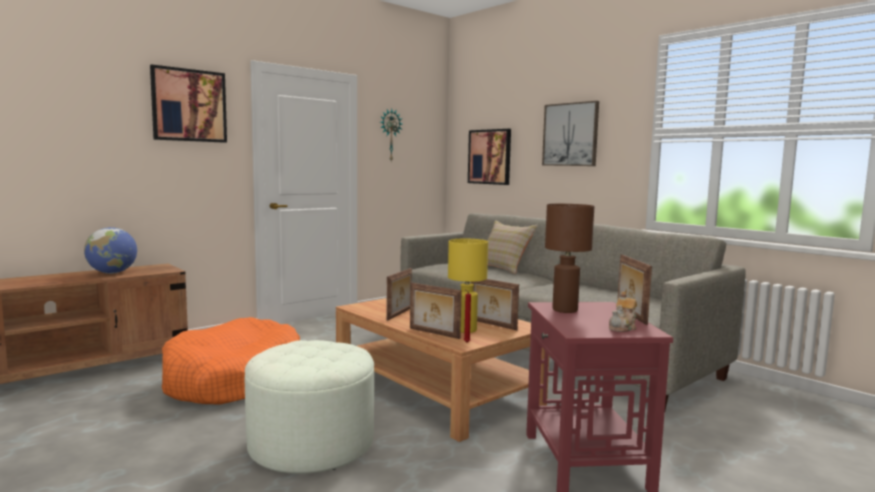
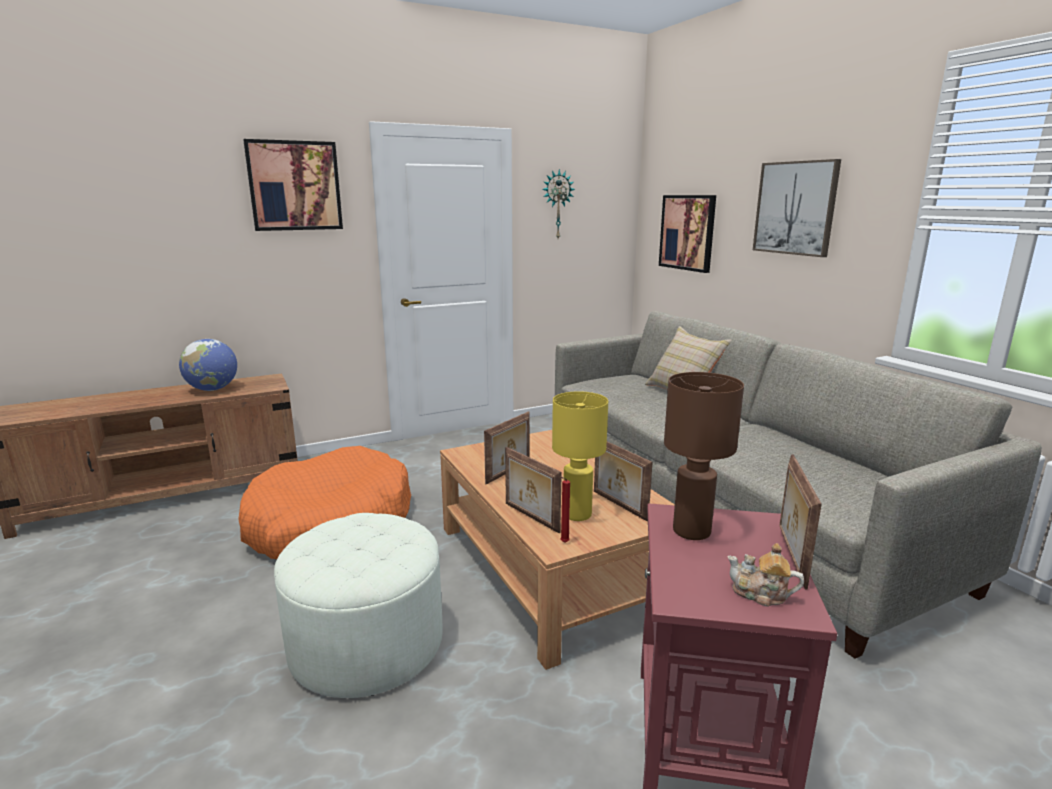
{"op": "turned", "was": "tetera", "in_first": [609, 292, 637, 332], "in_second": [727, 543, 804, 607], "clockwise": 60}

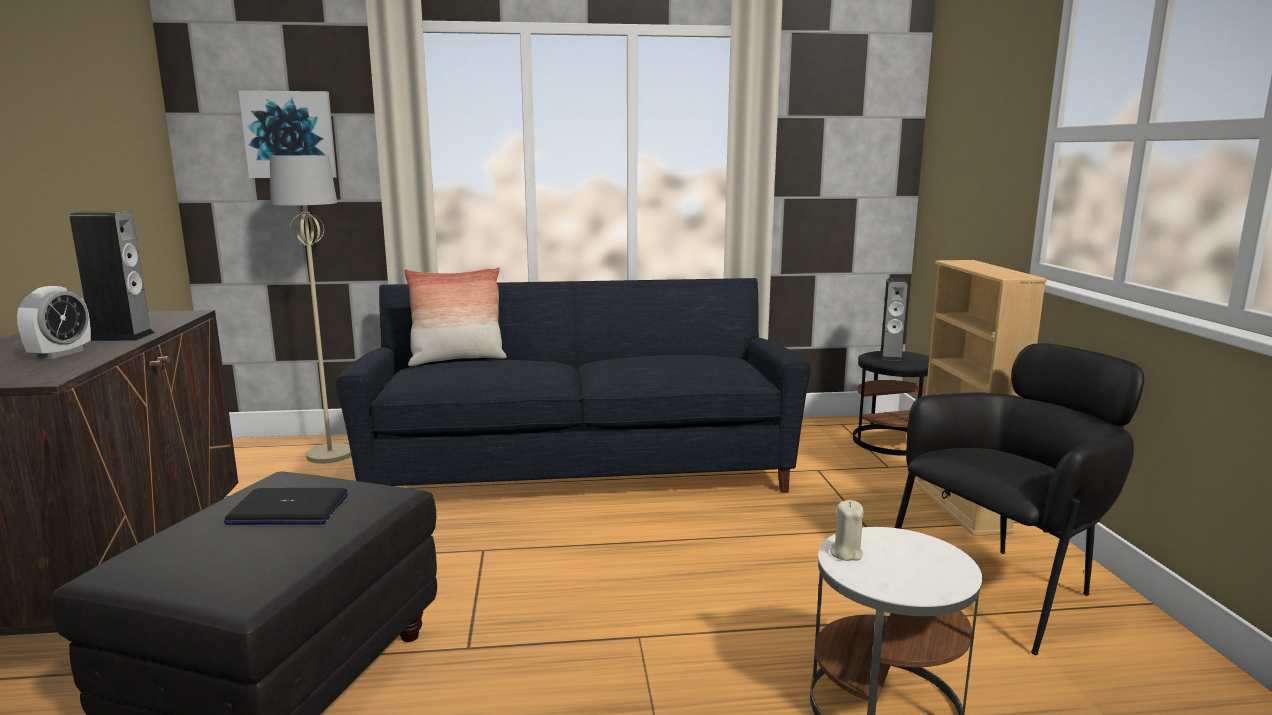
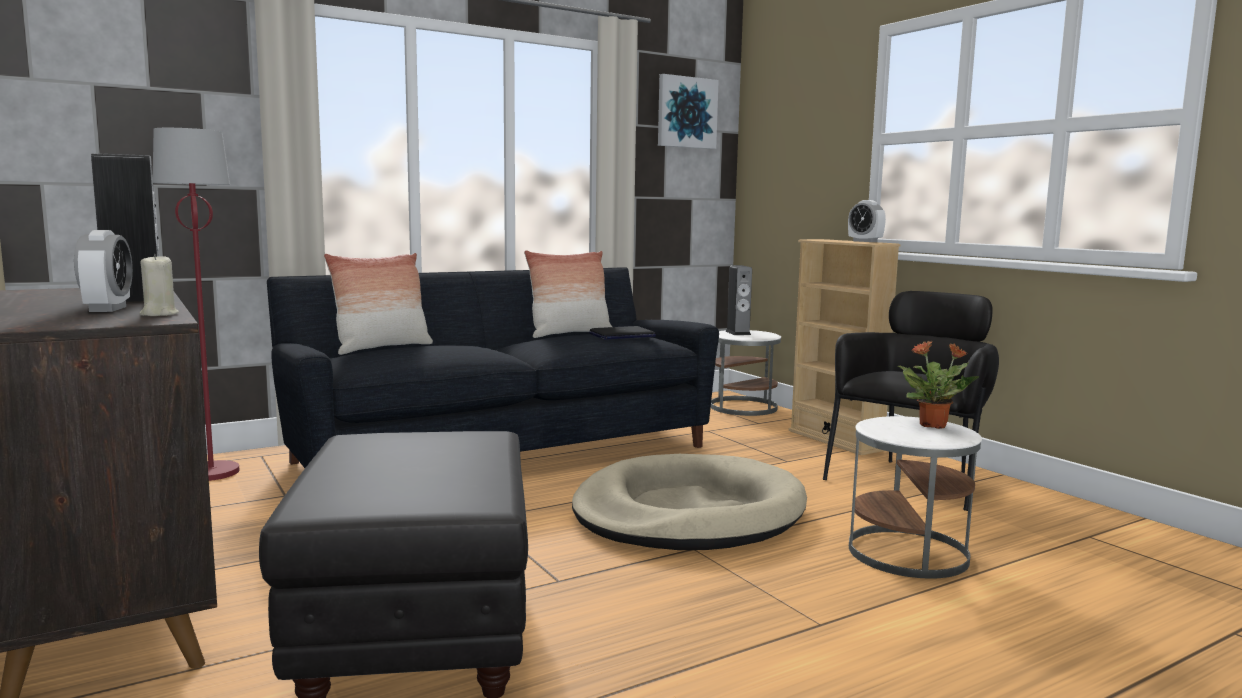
{"op": "added", "now": "cojín", "in_second": [524, 250, 612, 338]}
{"op": "added", "now": "cama para perro [beis]", "in_second": [572, 454, 807, 550]}
{"op": "added", "now": "despertador", "in_second": [848, 200, 886, 242]}
{"op": "added", "now": "planta en maceta", "in_second": [898, 340, 979, 429]}
{"op": "moved", "was": "portátil", "in_first": [224, 488, 348, 525], "in_second": [589, 326, 656, 340]}
{"op": "moved", "was": "cuadro", "in_first": [239, 91, 337, 178], "in_second": [658, 74, 719, 149]}
{"op": "moved", "was": "vela [beis]", "in_first": [830, 500, 863, 561], "in_second": [139, 254, 179, 316]}
{"op": "recoloured", "was": "lámpara de pie [beis]", "now": "lámpara de pie [rojo]", "in_first": [270, 155, 351, 464], "in_second": [153, 128, 239, 481]}
{"op": "recoloured", "was": "mesa auxiliar [negro]", "now": "mesa auxiliar [blanco]", "in_first": [853, 351, 929, 456], "in_second": [711, 330, 781, 416]}

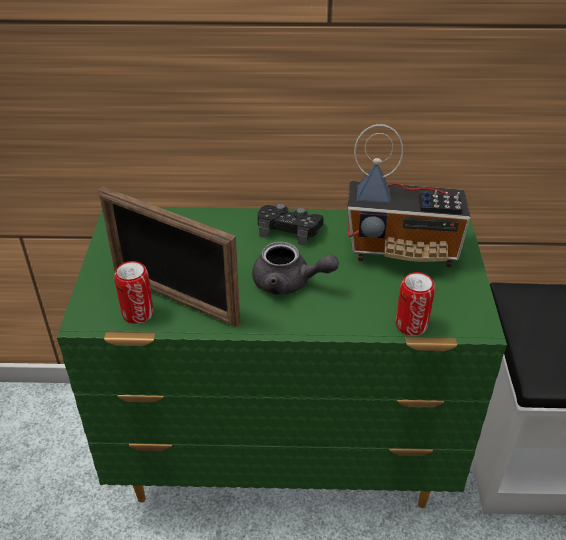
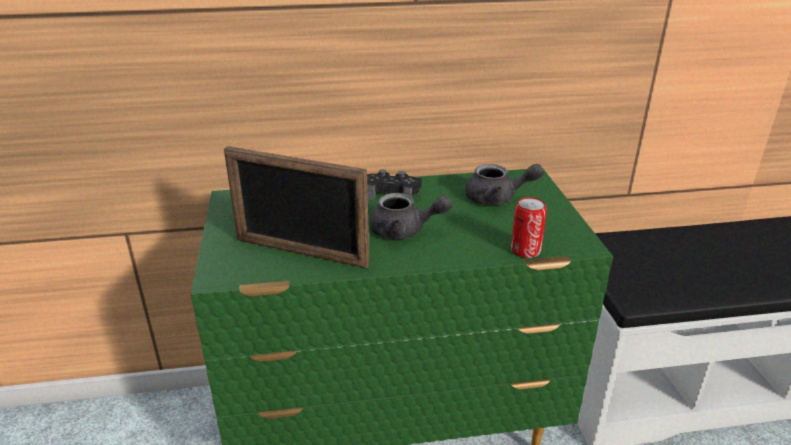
{"op": "removed", "was": "lata", "in_first": [114, 261, 154, 324]}
{"op": "replaced", "was": "radio", "now": "tetera [gris]", "in_first": [347, 124, 471, 267], "in_second": [465, 164, 544, 205]}

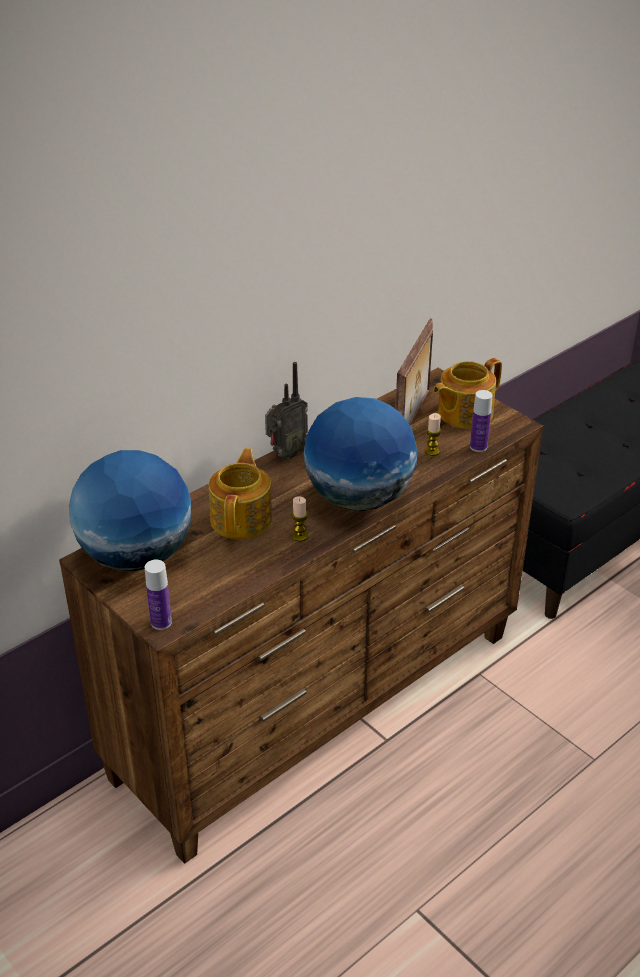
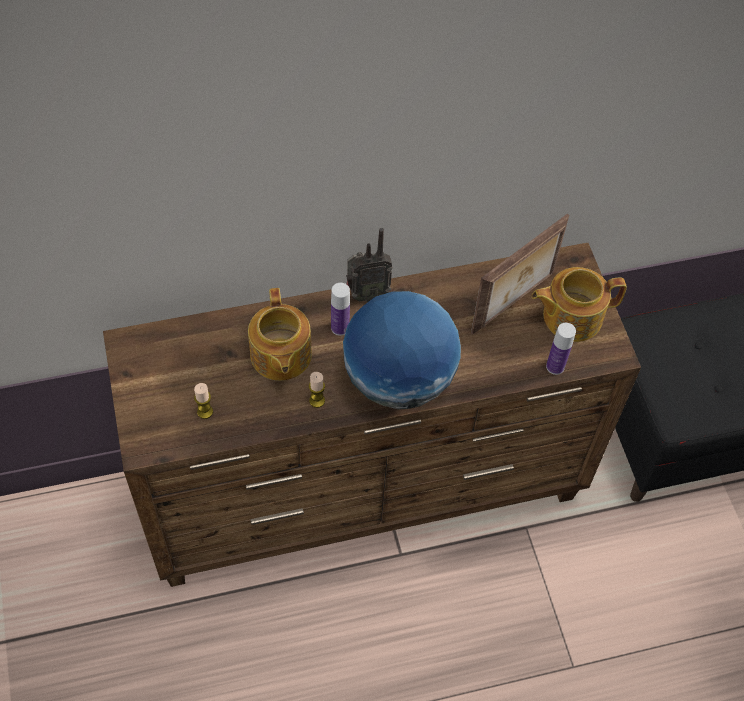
{"op": "removed", "was": "globo terráqueo", "in_first": [69, 450, 191, 572]}
{"op": "moved", "was": "botella", "in_first": [145, 560, 172, 630], "in_second": [331, 283, 350, 336]}
{"op": "moved", "was": "vela", "in_first": [425, 413, 441, 456], "in_second": [194, 383, 213, 419]}
{"op": "turned", "was": "tetera", "in_first": [208, 448, 272, 539], "in_second": [248, 288, 312, 381], "clockwise": 135}

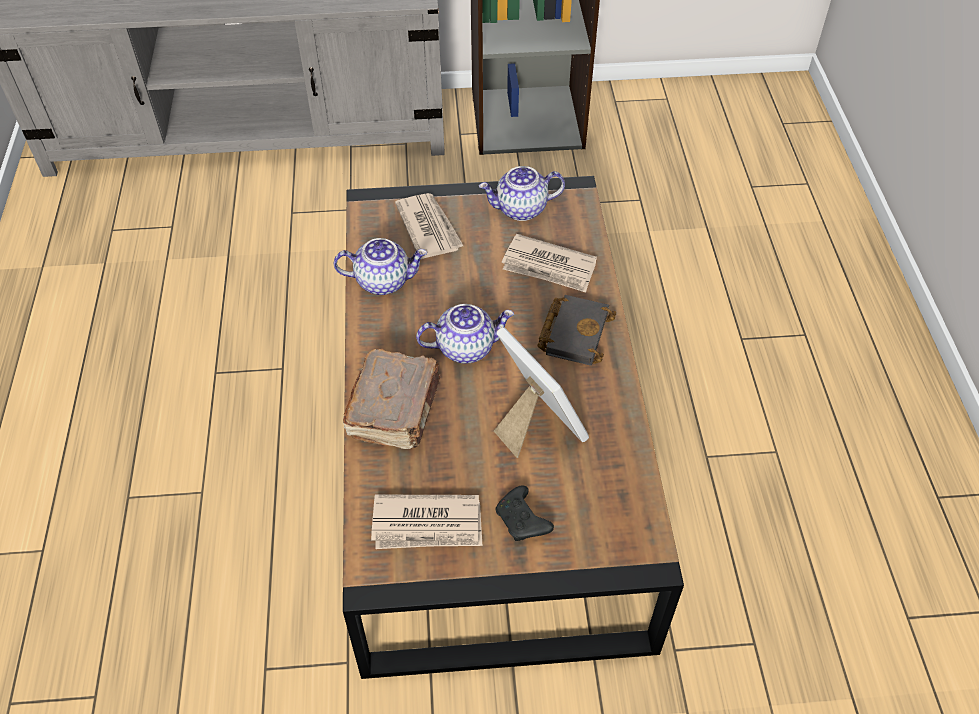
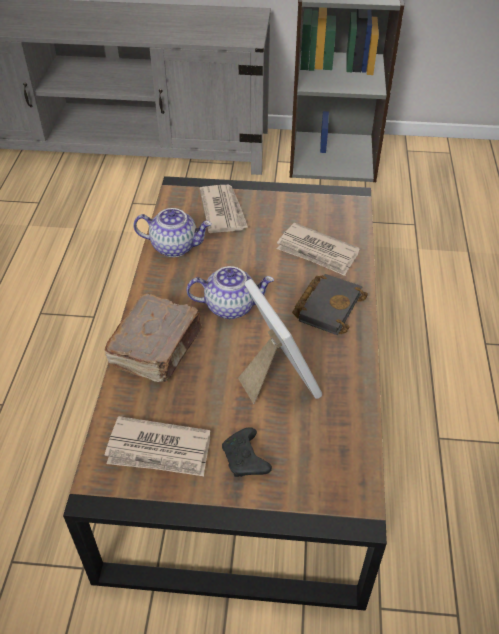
{"op": "removed", "was": "tetera", "in_first": [479, 166, 565, 221]}

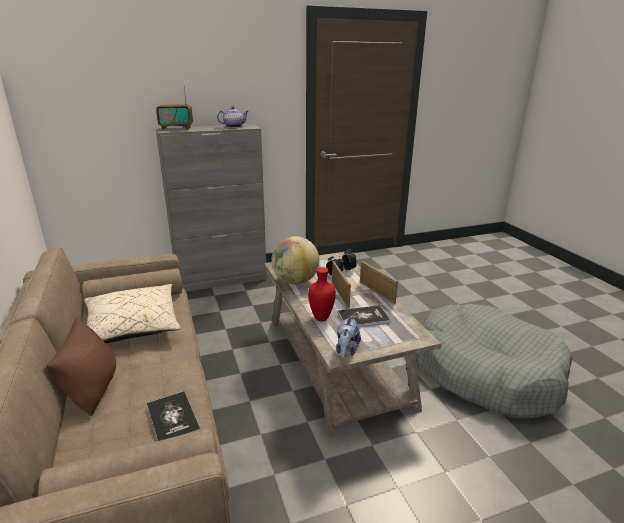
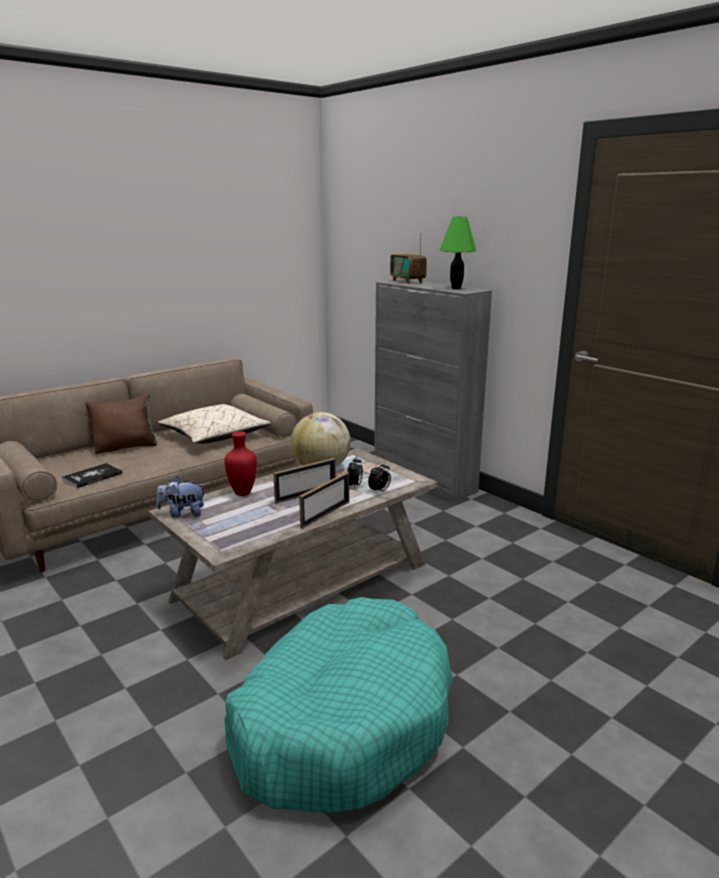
{"op": "removed", "was": "libro", "in_first": [338, 305, 391, 327]}
{"op": "replaced", "was": "tetera", "now": "lámpara de mesa [verde]", "in_first": [217, 106, 249, 128], "in_second": [440, 217, 477, 289]}
{"op": "recoloured", "was": "cama para perro [gris]", "now": "cama para perro [turquesa]", "in_first": [415, 304, 573, 419], "in_second": [225, 597, 453, 813]}

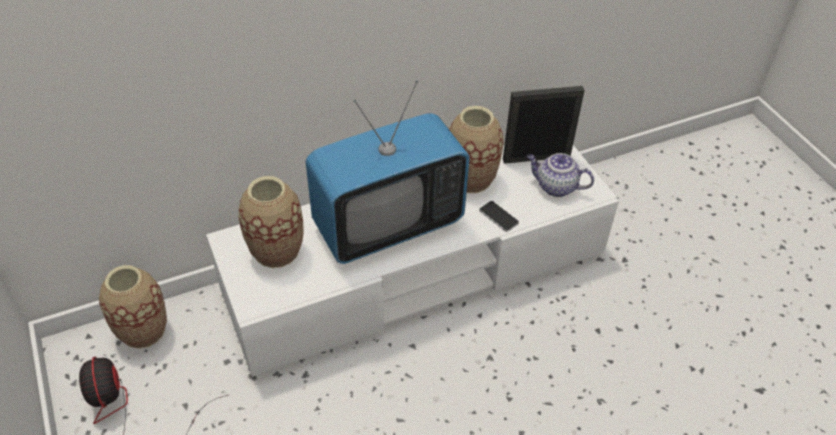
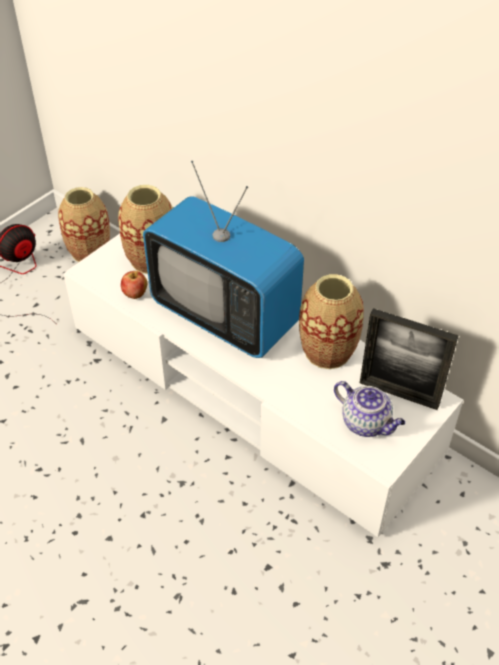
{"op": "removed", "was": "móvil", "in_first": [479, 201, 519, 232]}
{"op": "added", "now": "manzana", "in_second": [121, 271, 147, 299]}
{"op": "turned", "was": "portarretratos", "in_first": [503, 86, 585, 164], "in_second": [360, 308, 459, 410], "clockwise": 150}
{"op": "turned", "was": "tetera", "in_first": [527, 153, 594, 197], "in_second": [334, 381, 405, 437], "clockwise": 135}

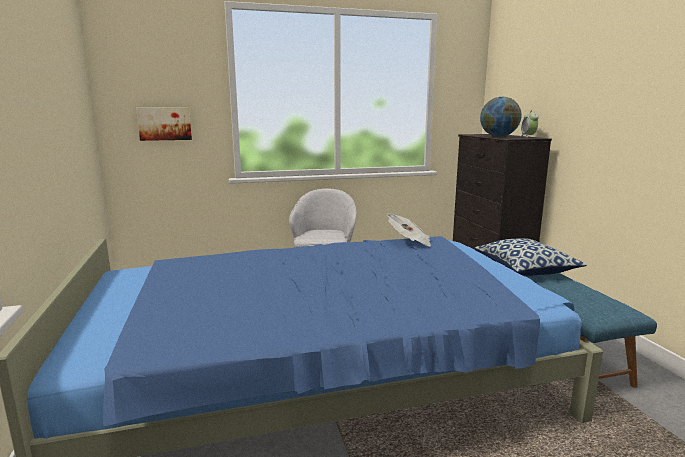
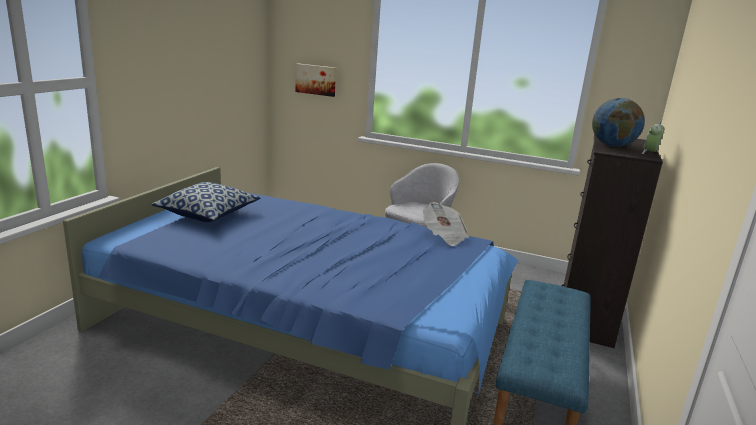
{"op": "moved", "was": "cojín", "in_first": [475, 238, 587, 276], "in_second": [151, 182, 260, 222]}

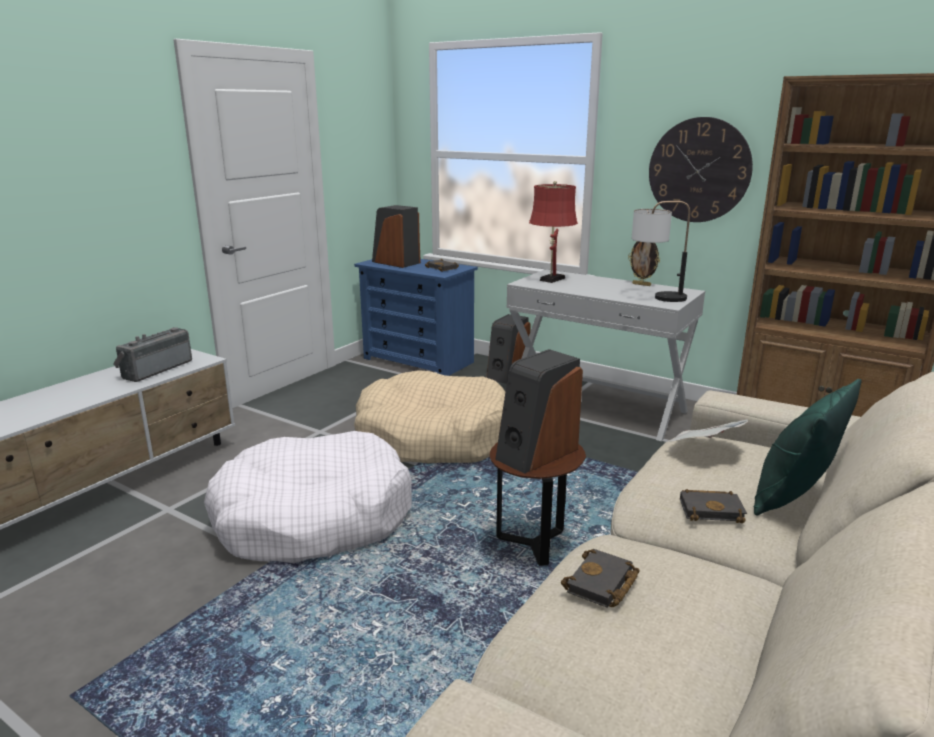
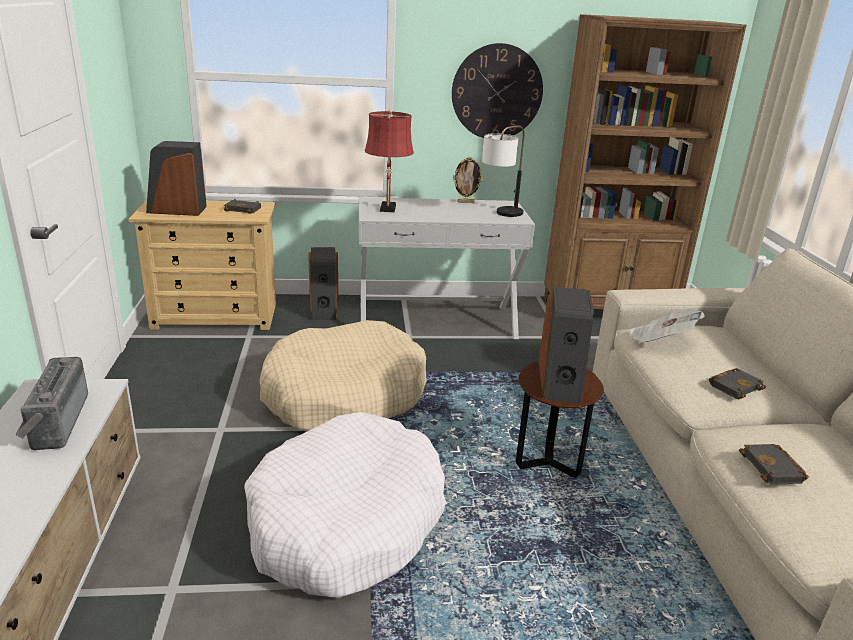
{"op": "removed", "was": "cojín [verde]", "in_first": [753, 379, 862, 516]}
{"op": "recoloured", "was": "cómoda [azul]", "now": "cómoda [beis]", "in_first": [354, 259, 478, 376], "in_second": [128, 200, 276, 330]}

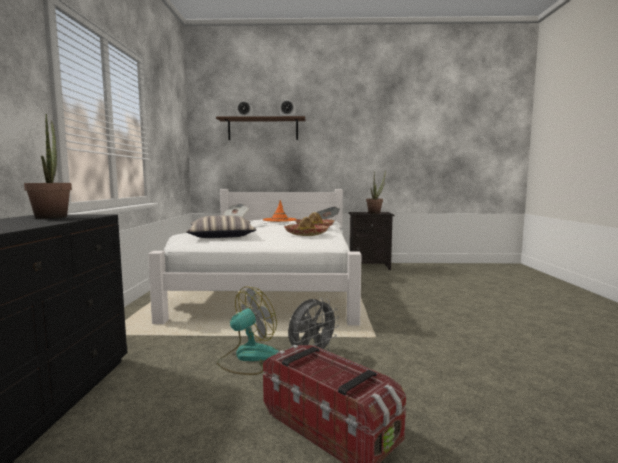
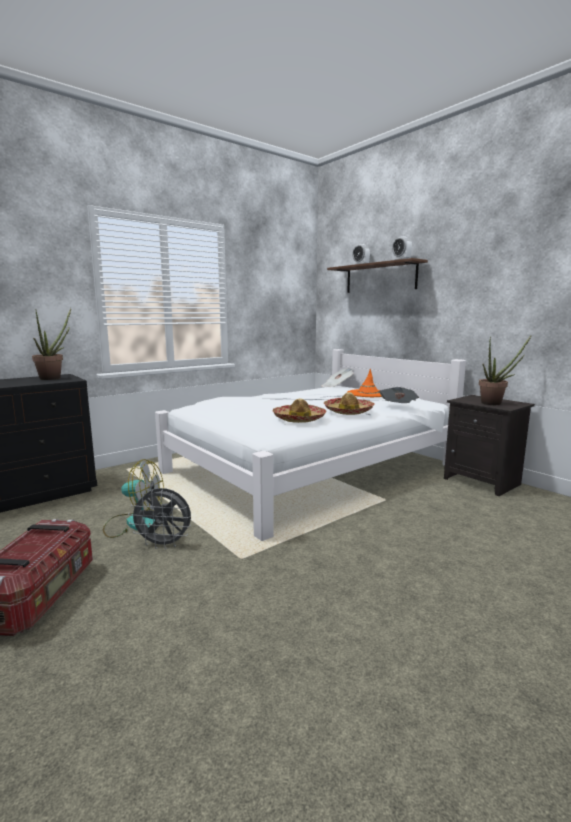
{"op": "removed", "was": "cojín", "in_first": [186, 215, 257, 238]}

